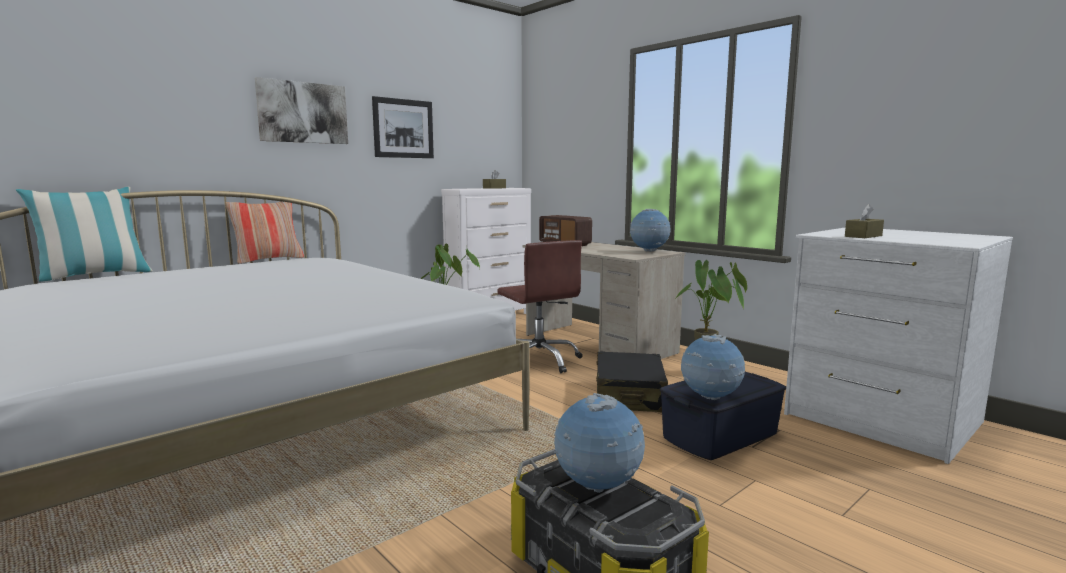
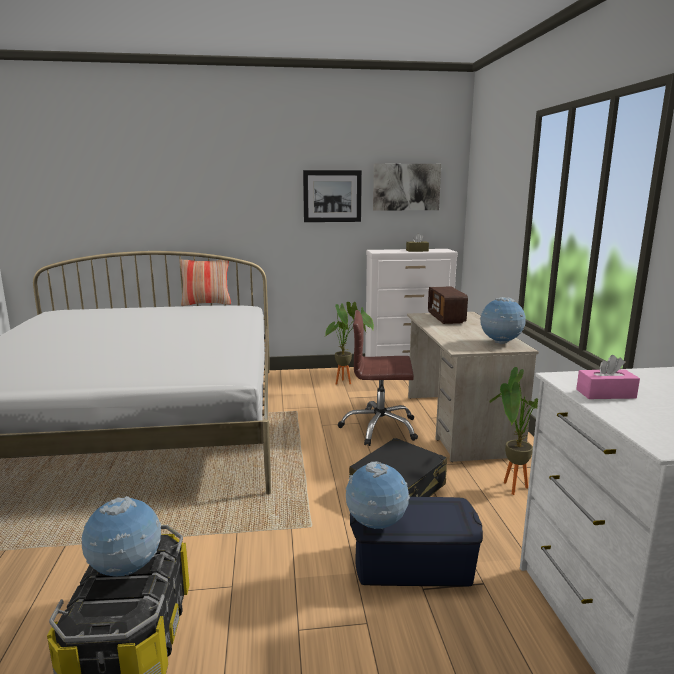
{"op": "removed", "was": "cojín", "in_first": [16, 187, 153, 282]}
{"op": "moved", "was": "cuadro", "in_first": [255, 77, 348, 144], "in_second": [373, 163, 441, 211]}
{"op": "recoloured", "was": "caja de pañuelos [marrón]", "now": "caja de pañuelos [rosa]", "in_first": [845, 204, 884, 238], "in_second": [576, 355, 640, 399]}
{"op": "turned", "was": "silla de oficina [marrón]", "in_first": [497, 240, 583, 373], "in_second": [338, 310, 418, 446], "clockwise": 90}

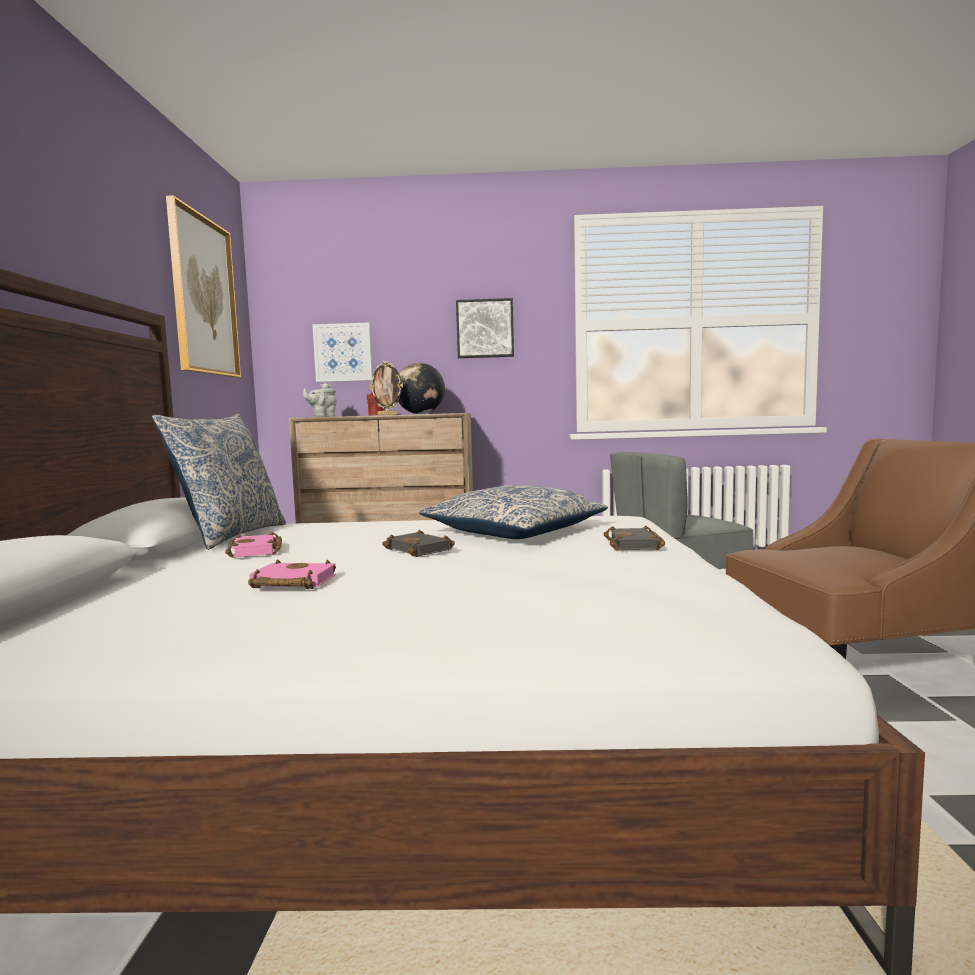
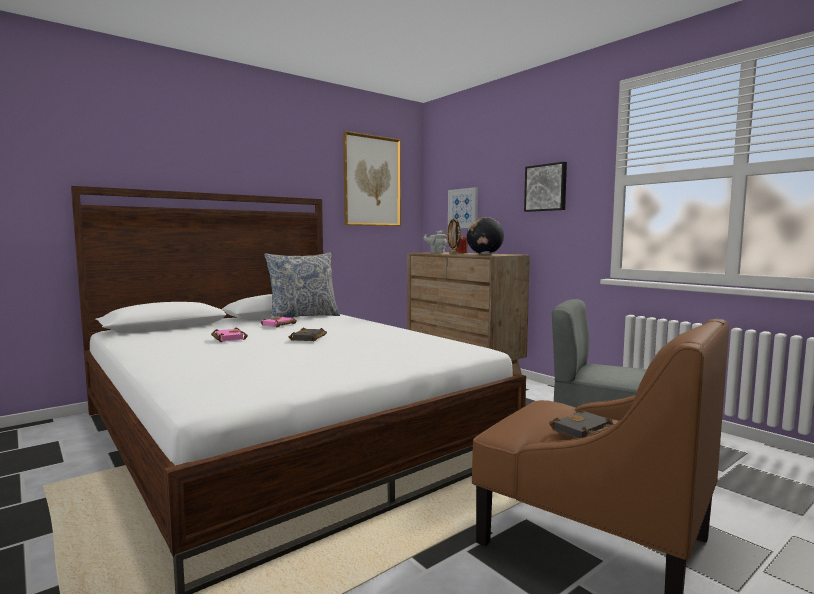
{"op": "removed", "was": "cojín", "in_first": [419, 485, 608, 539]}
{"op": "moved", "was": "libro [negro]", "in_first": [603, 526, 665, 551], "in_second": [549, 409, 614, 439]}

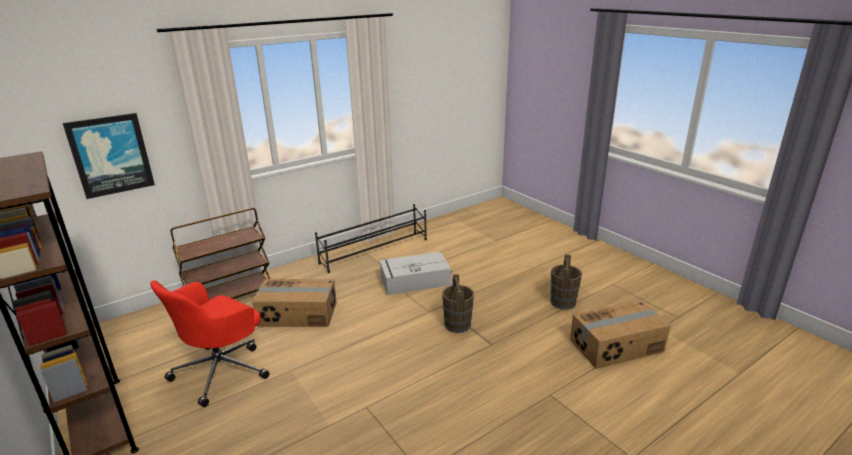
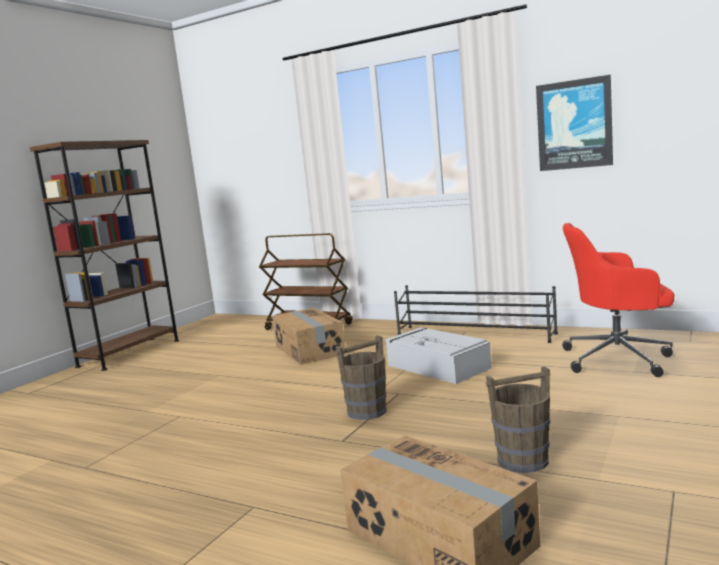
{"op": "moved", "was": "cuadro", "in_first": [63, 113, 155, 199], "in_second": [536, 75, 613, 171]}
{"op": "moved", "was": "silla de oficina [rojo]", "in_first": [150, 280, 270, 407], "in_second": [562, 223, 674, 377]}

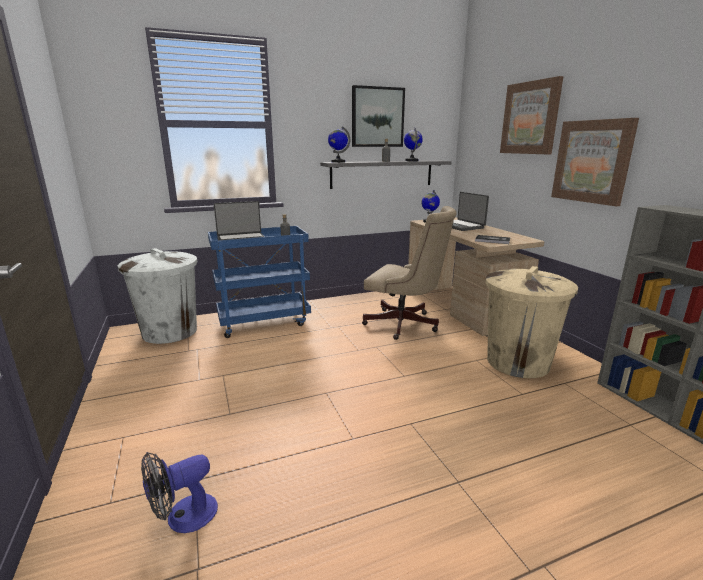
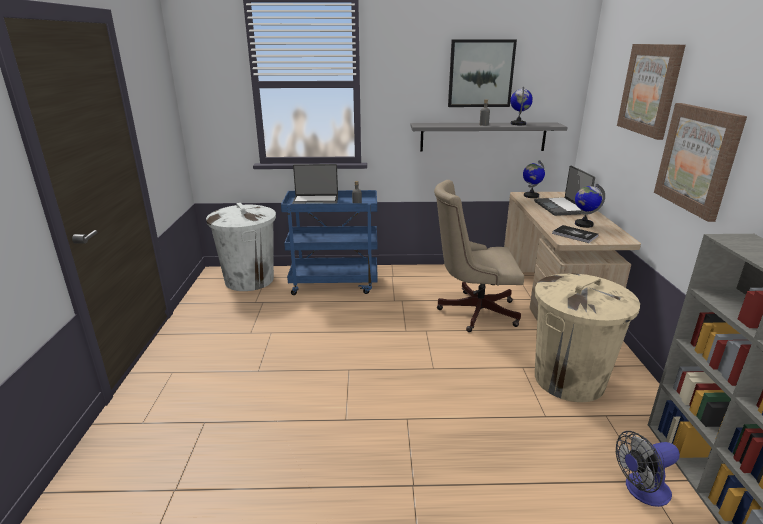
{"op": "moved", "was": "ventilador", "in_first": [141, 452, 218, 533], "in_second": [616, 431, 680, 507]}
{"op": "moved", "was": "globo terráqueo", "in_first": [328, 126, 350, 163], "in_second": [575, 184, 605, 228]}
{"op": "turned", "was": "silla de oficina [beis]", "in_first": [362, 206, 457, 340], "in_second": [434, 180, 524, 332], "clockwise": 135}

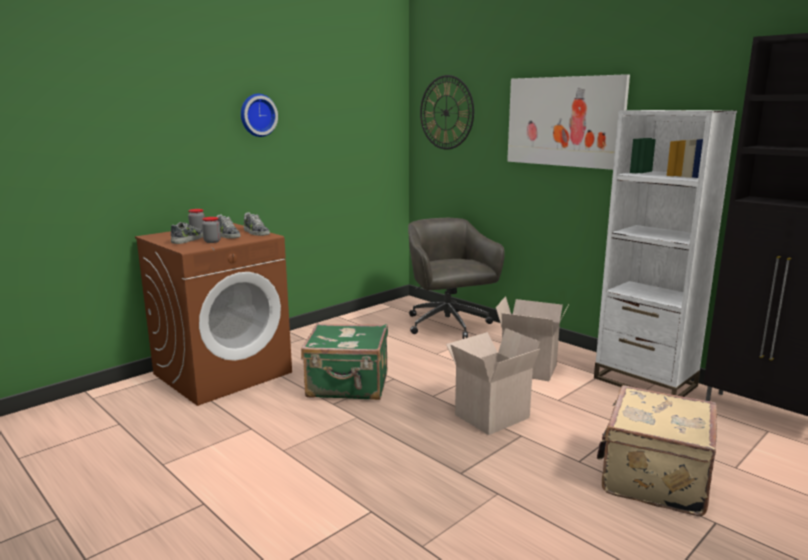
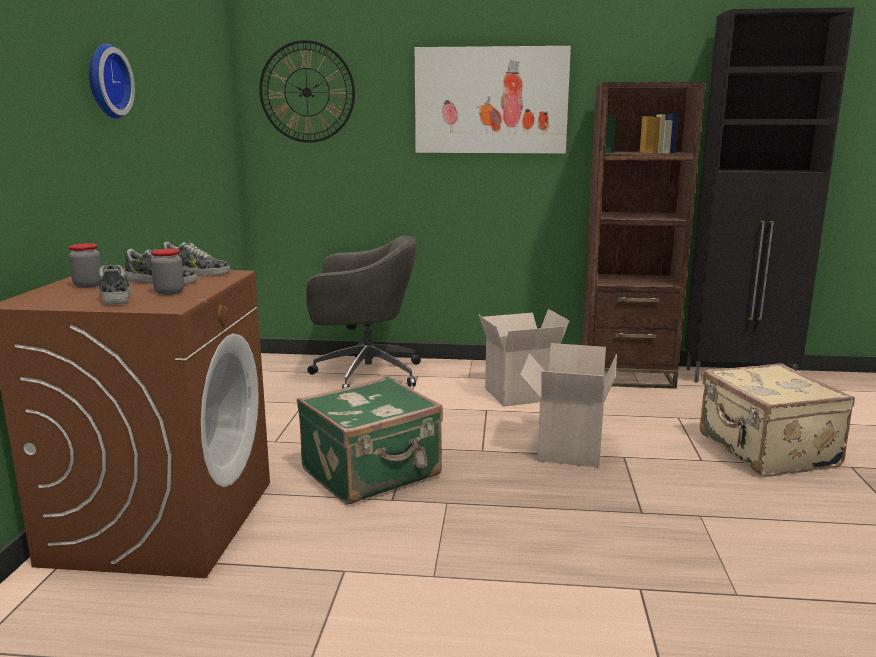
{"op": "recoloured", "was": "estantería [blanco]", "now": "estantería [marrón]", "in_first": [594, 110, 737, 397], "in_second": [581, 82, 706, 389]}
{"op": "turned", "was": "silla de oficina [gris]", "in_first": [408, 218, 505, 339], "in_second": [306, 235, 421, 388], "clockwise": 150}

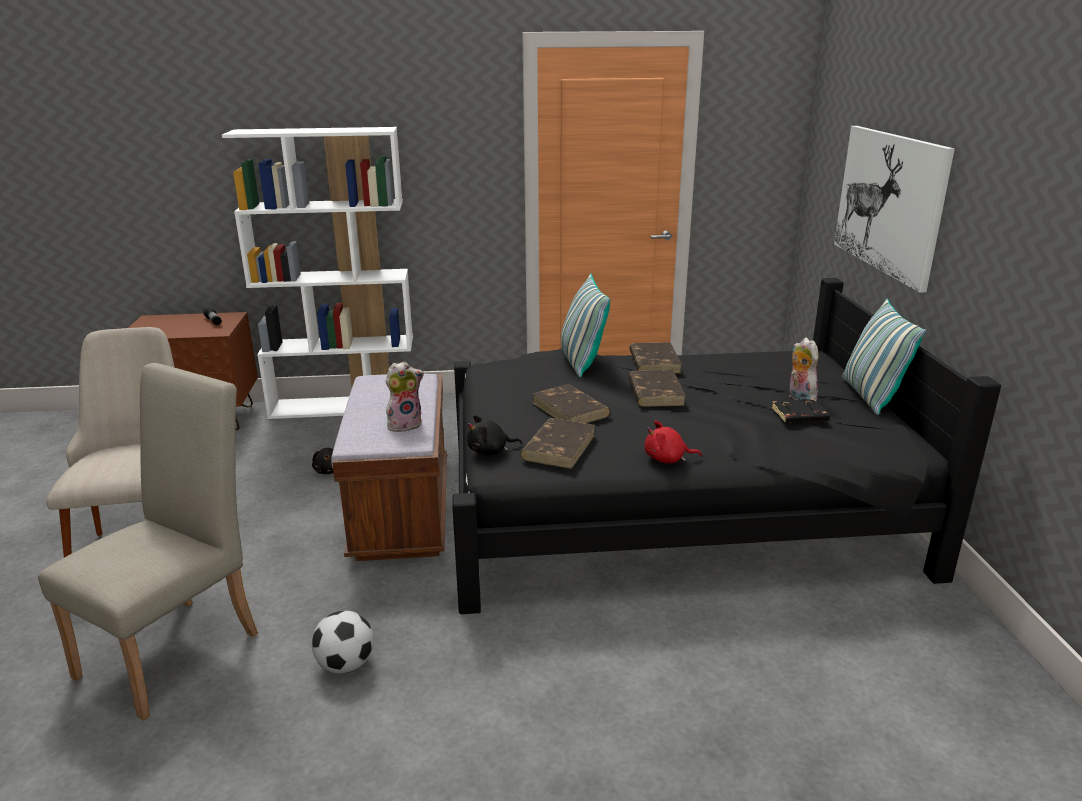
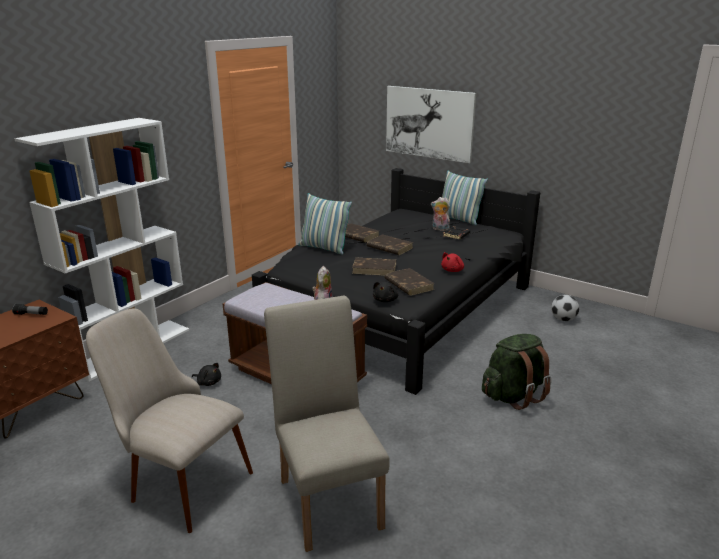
{"op": "added", "now": "mochila [verde]", "in_second": [482, 334, 551, 410]}
{"op": "moved", "was": "balón de fútbol", "in_first": [312, 611, 374, 674], "in_second": [551, 295, 579, 321]}

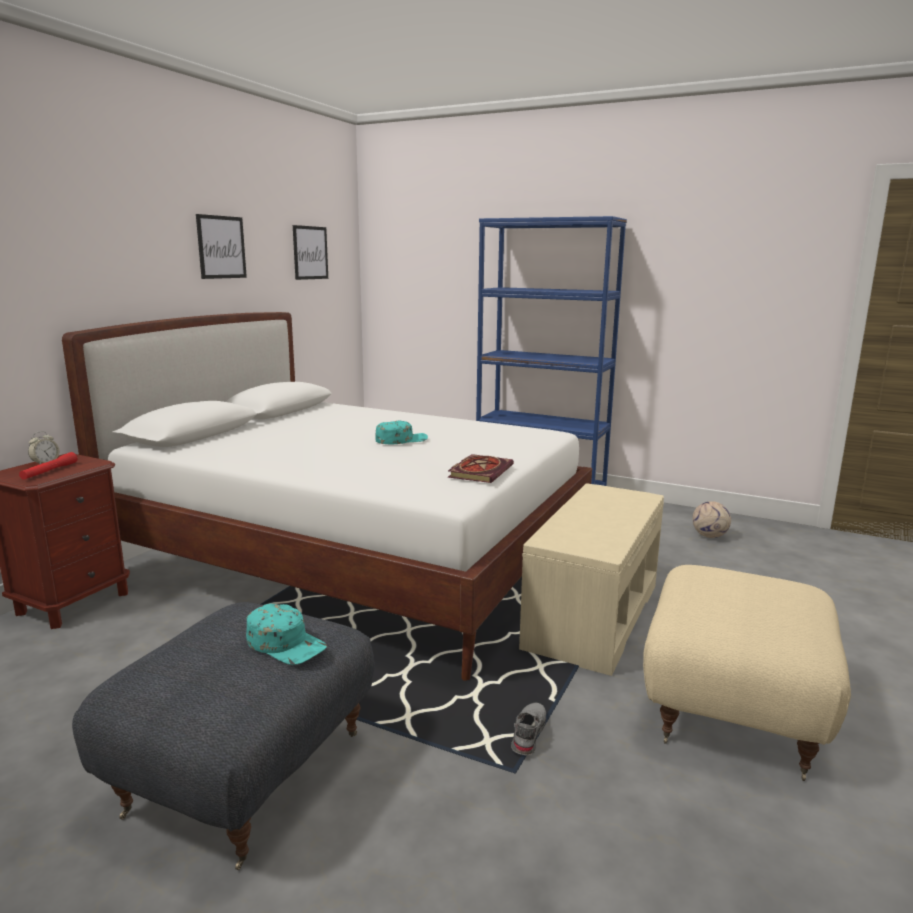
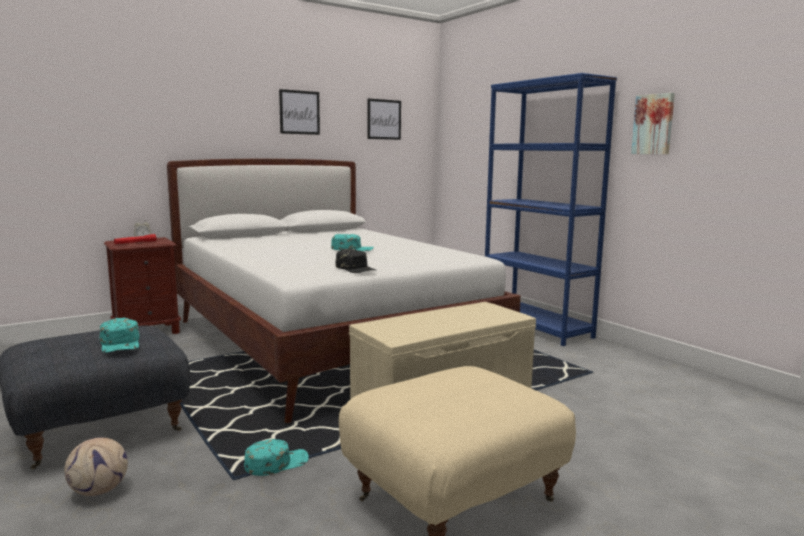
{"op": "added", "now": "cuadro", "in_second": [631, 93, 675, 154]}
{"op": "moved", "was": "balón de fútbol", "in_first": [692, 501, 731, 538], "in_second": [64, 437, 128, 496]}
{"op": "replaced", "was": "libro", "now": "gorra [negro]", "in_first": [448, 454, 514, 483], "in_second": [335, 249, 377, 273]}
{"op": "replaced", "was": "zapato [gris]", "now": "gorra [turquesa]", "in_first": [511, 703, 546, 755], "in_second": [244, 439, 309, 476]}

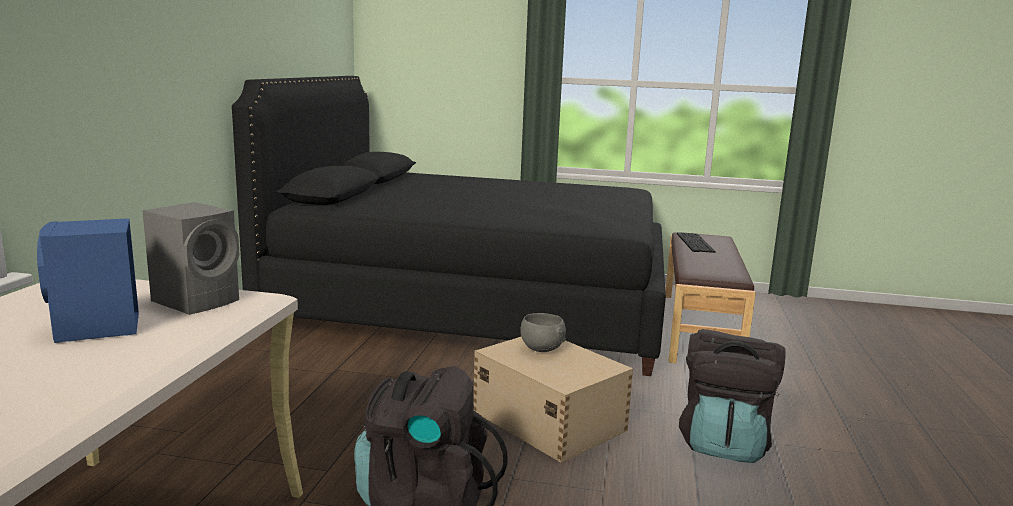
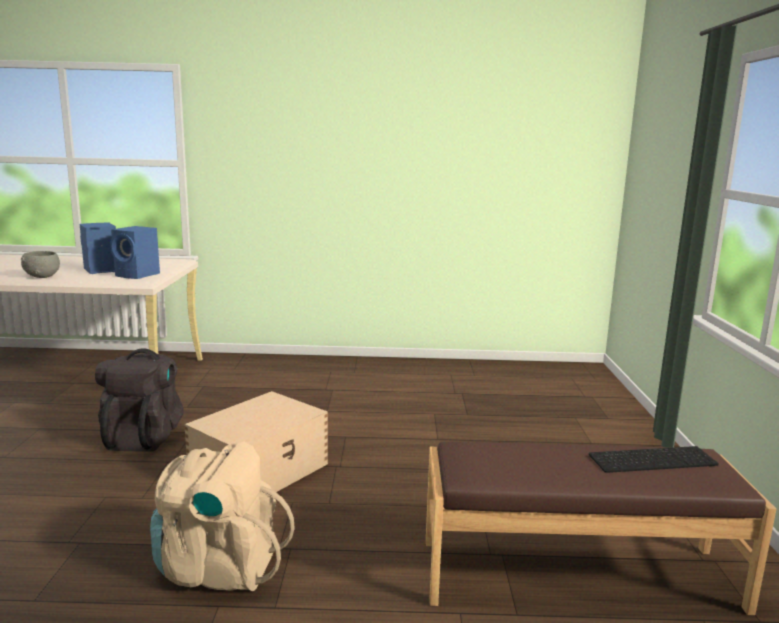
{"op": "removed", "was": "cama [negro]", "in_first": [232, 76, 666, 376]}
{"op": "moved", "was": "cuenco [gris]", "in_first": [520, 313, 566, 352], "in_second": [21, 251, 60, 278]}
{"op": "recoloured", "was": "altavoz [gris]", "now": "altavoz [azul]", "in_first": [142, 202, 239, 315], "in_second": [110, 226, 160, 279]}
{"op": "recoloured", "was": "mochila [negro]", "now": "mochila [beis]", "in_first": [679, 329, 785, 463], "in_second": [150, 441, 295, 591]}

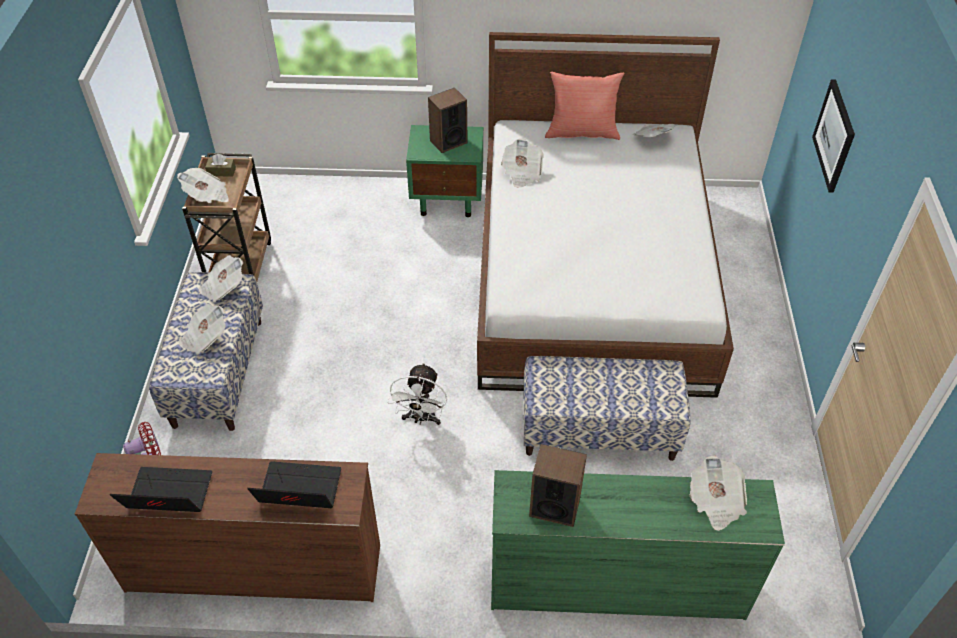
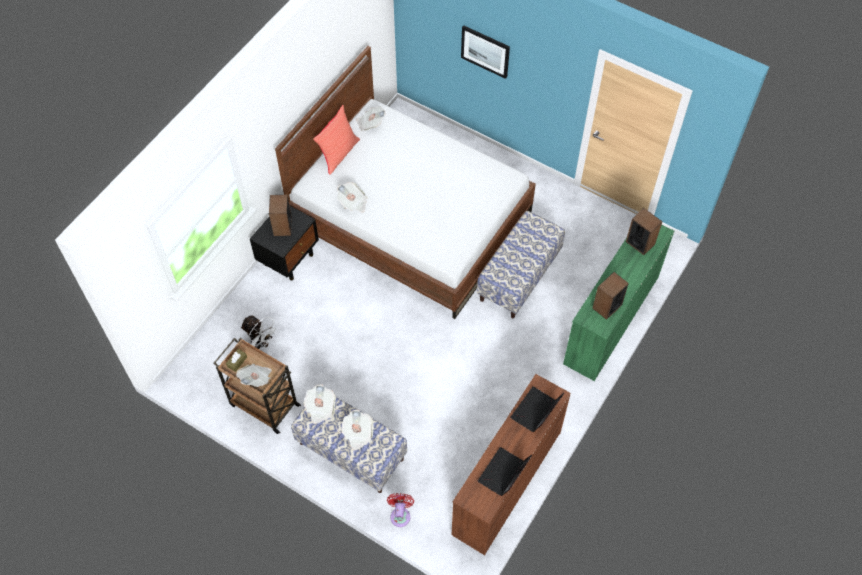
{"op": "moved", "was": "ventilador [blanco]", "in_first": [388, 363, 447, 425], "in_second": [240, 315, 279, 350]}
{"op": "replaced", "was": "periódico", "now": "altavoz", "in_first": [689, 455, 747, 531], "in_second": [626, 208, 663, 255]}
{"op": "recoloured", "was": "mesita de noche [verde]", "now": "mesita de noche [negro]", "in_first": [406, 125, 483, 217], "in_second": [250, 206, 319, 280]}

